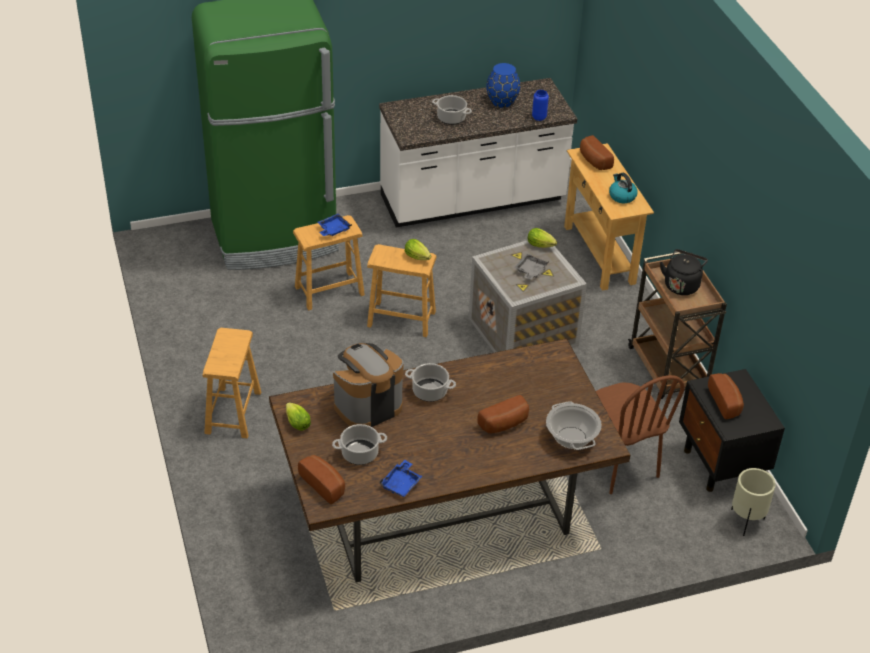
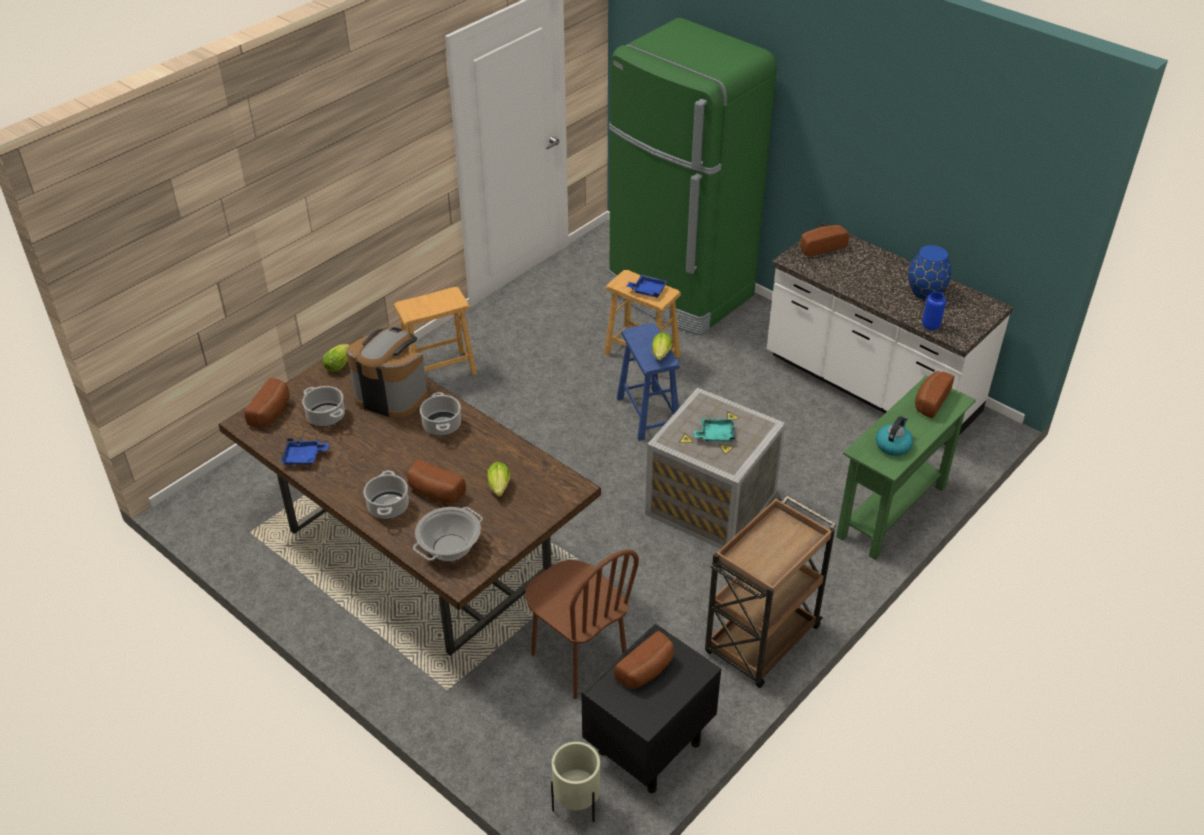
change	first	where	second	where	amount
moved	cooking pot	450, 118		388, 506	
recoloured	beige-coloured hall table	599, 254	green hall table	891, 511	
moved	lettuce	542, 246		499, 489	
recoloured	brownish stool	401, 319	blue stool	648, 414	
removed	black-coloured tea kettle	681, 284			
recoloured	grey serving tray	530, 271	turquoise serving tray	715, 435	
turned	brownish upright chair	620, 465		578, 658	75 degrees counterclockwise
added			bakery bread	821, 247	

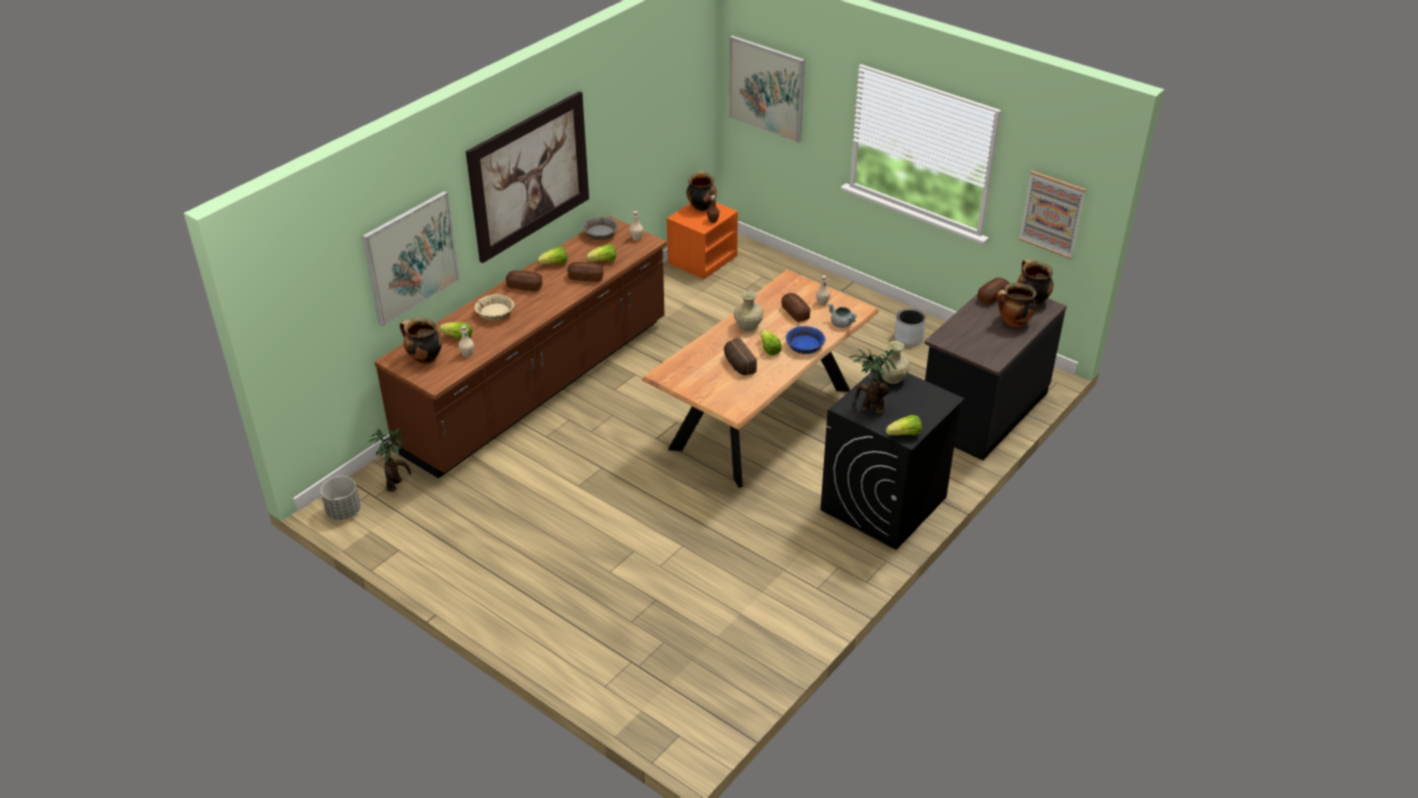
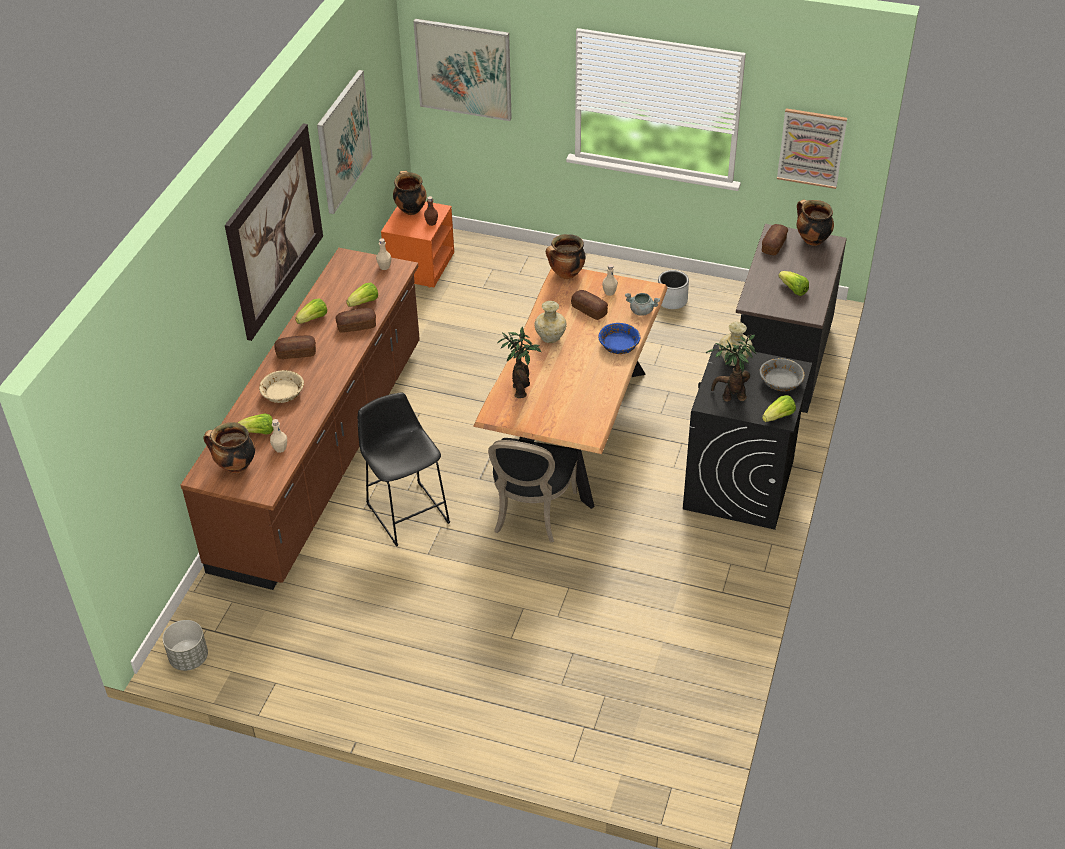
change	first	where	second	where	amount
moved	picture	411, 258		343, 141	
moved	grey deep dish	600, 234		781, 381	
moved	cooking pot	1013, 322		566, 274	
moved	lettuce	769, 349		793, 290	
removed	bakery bread	738, 365			
moved	plant in a pot	396, 483		521, 389	
added			black-coloured stool	406, 510	
added			black-coloured upright chair	531, 513	

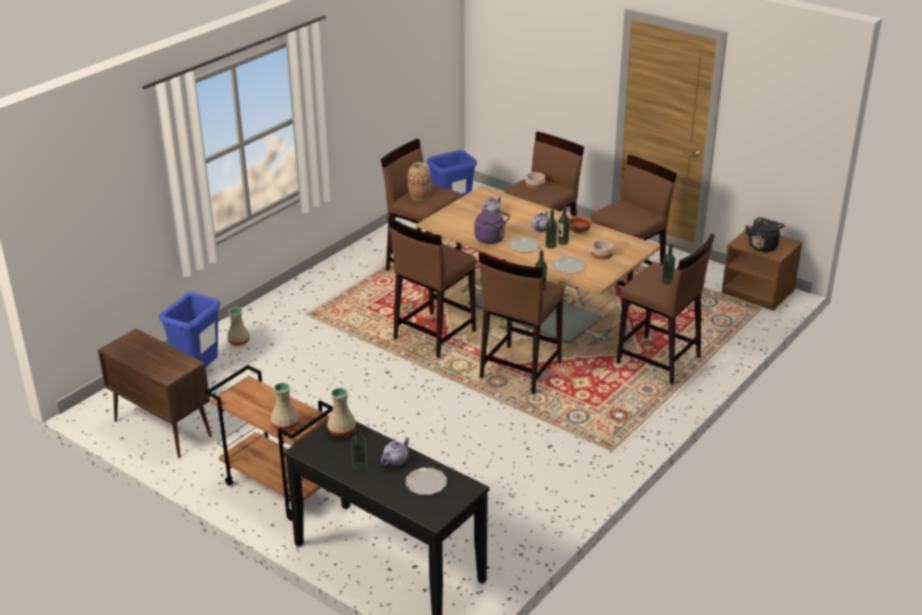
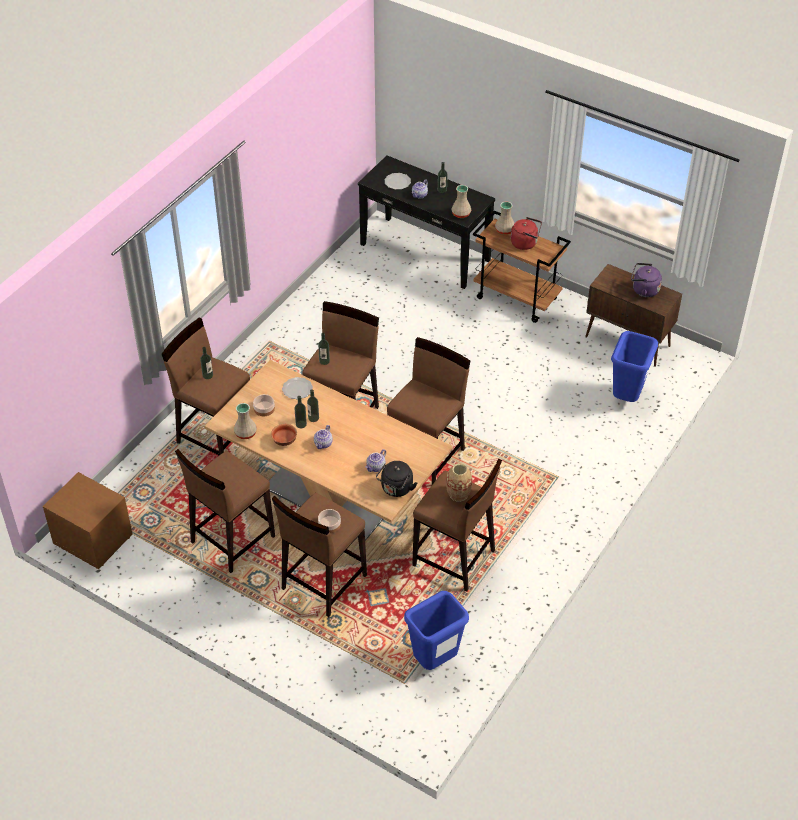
change	first	where	second	where	amount
moved	purplish tea kettle	492, 239		643, 290	
moved	black-coloured tea kettle	763, 246		396, 489	
removed	dinner plate	523, 246			
moved	beige-coloured flower vase	239, 342		245, 433	
added			reddish tea kettle	525, 243	

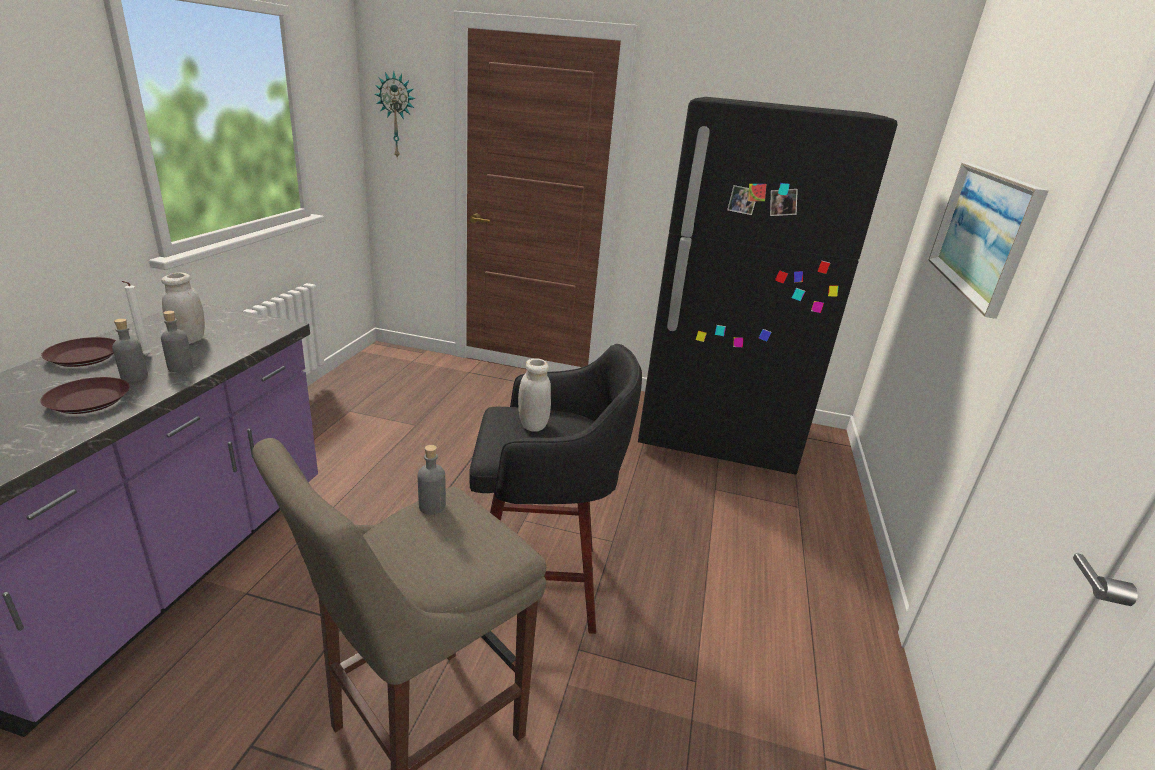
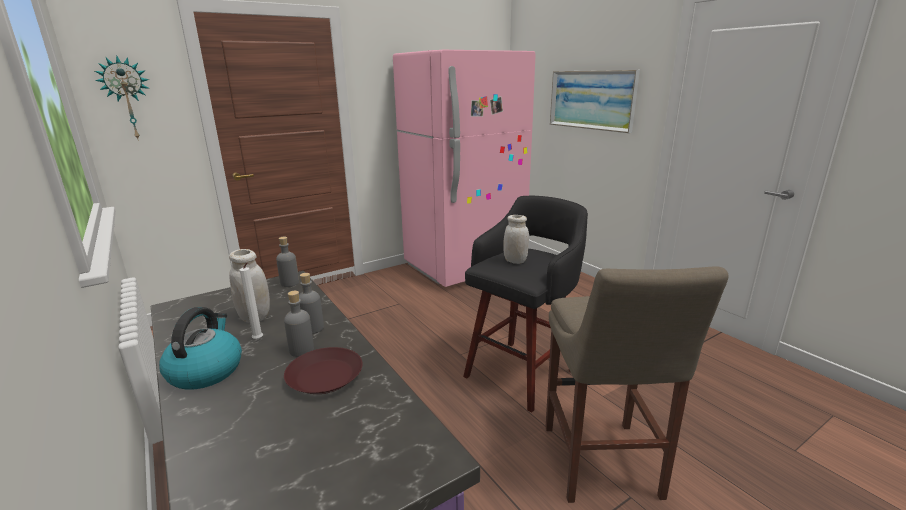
change	first	where	second	where	amount
recoloured	black-coloured fridge	717, 434	pink-coloured fridge	464, 266	
replaced	brownish dinner plate	83, 357	tea kettle	206, 370	
moved	grey beverage bottle	432, 506		290, 283	

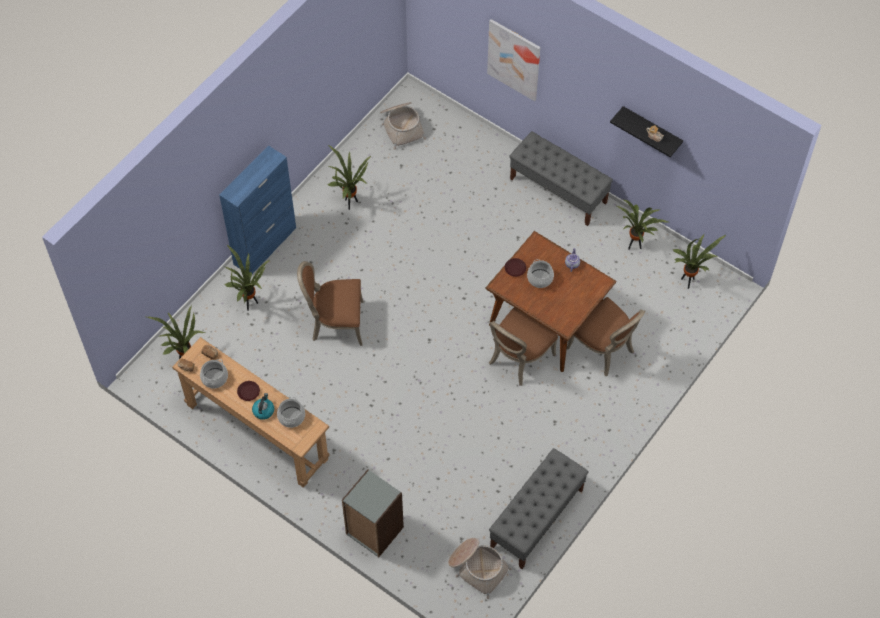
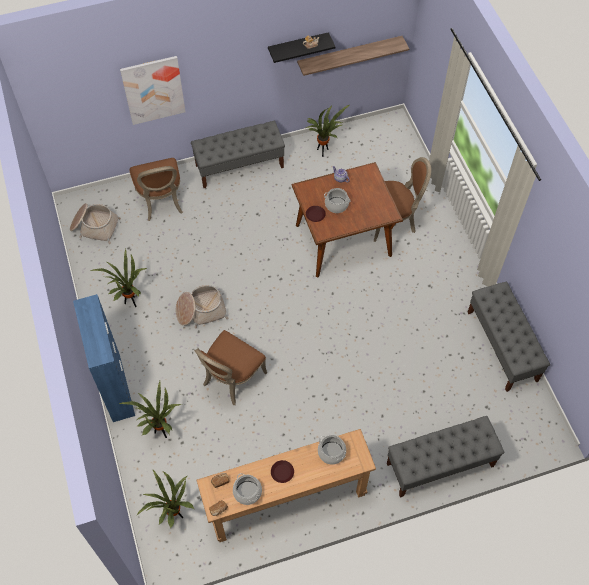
change	first	where	second	where	amount
removed	plant in a pot	688, 282			
moved	brownish upright chair	518, 359		161, 202	
removed	tea kettle	263, 410			
replaced	grey bookcase	374, 531	grey long seat	439, 465	
moved	household basket	477, 568		201, 311	
added			shelf	349, 55	

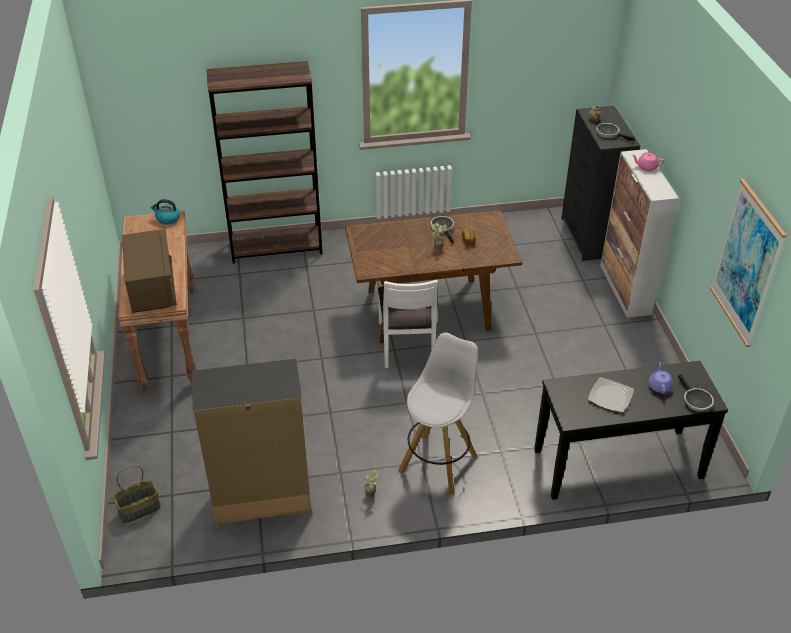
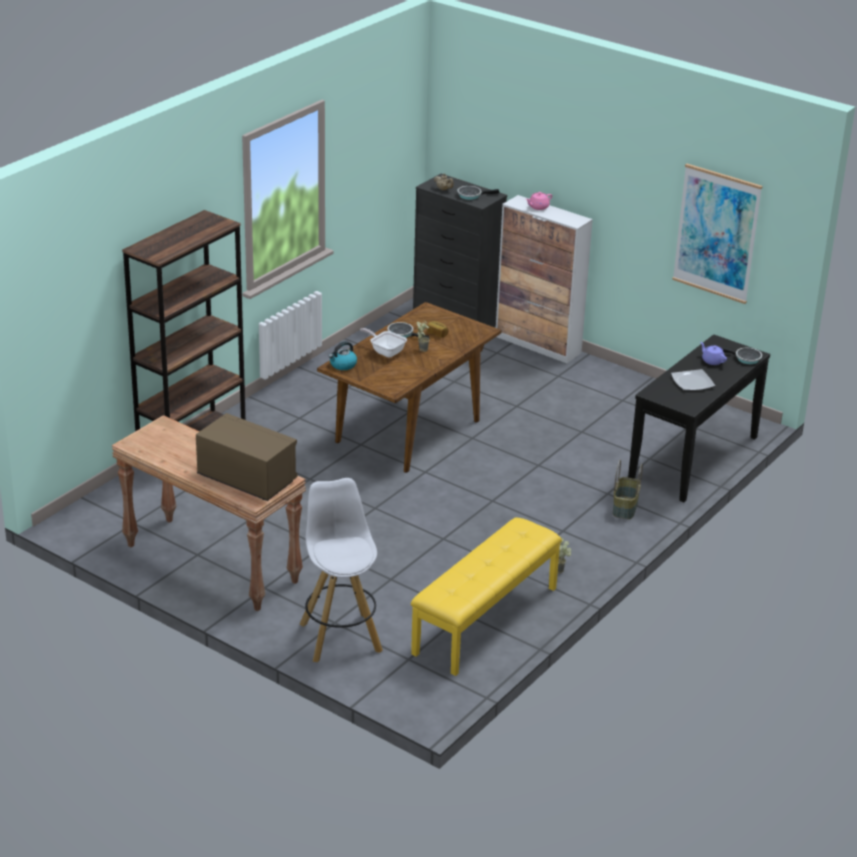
change	first	where	second	where	amount
moved	tea kettle	167, 219		343, 365	
removed	white upright chair	408, 344			
moved	white stool	438, 462		340, 636	
replaced	black-coloured drawer chest	261, 501	yellow-coloured long seat	486, 621	
moved	household basket	139, 510		625, 508	
added			pan	385, 351	

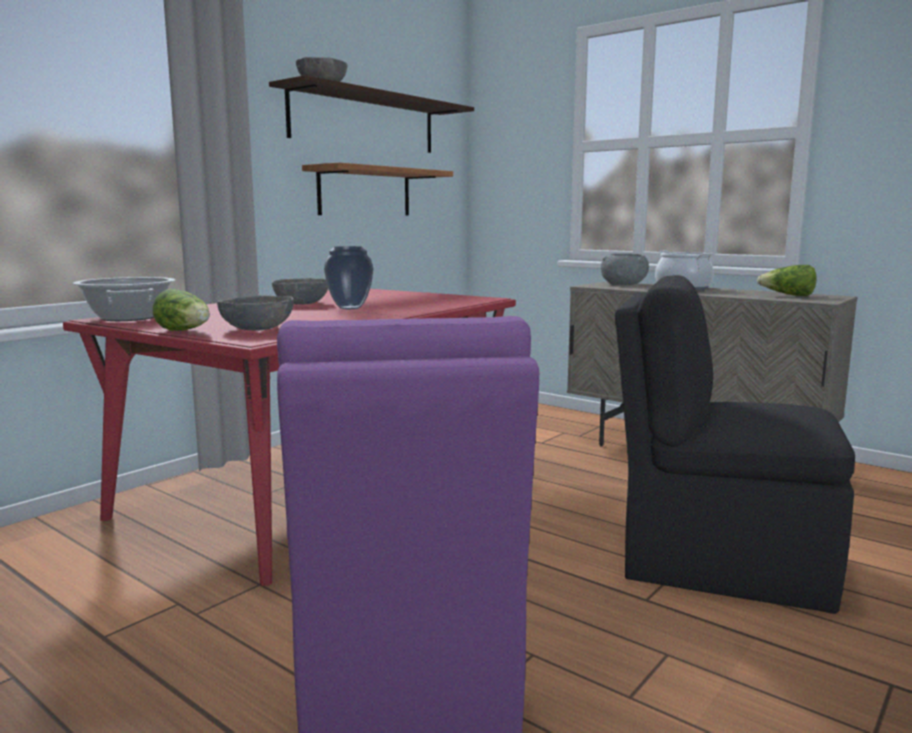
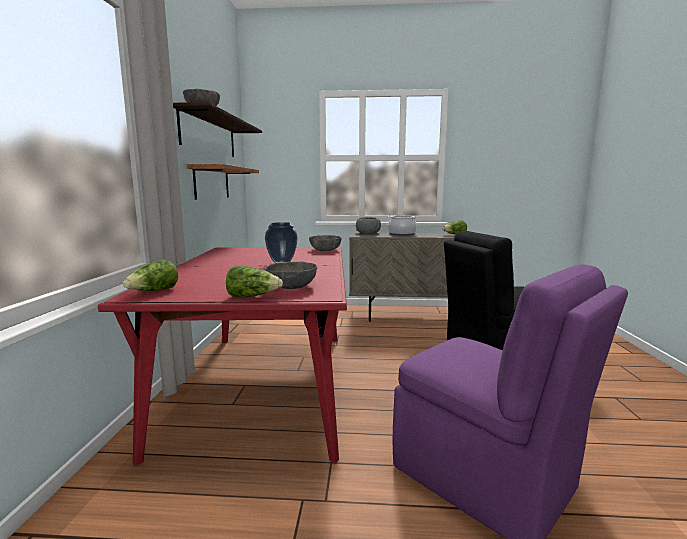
change	first	where	second	where	amount
replaced	cooking pot	129, 318	lettuce	154, 292	
moved	grey deep dish	302, 303		325, 250	

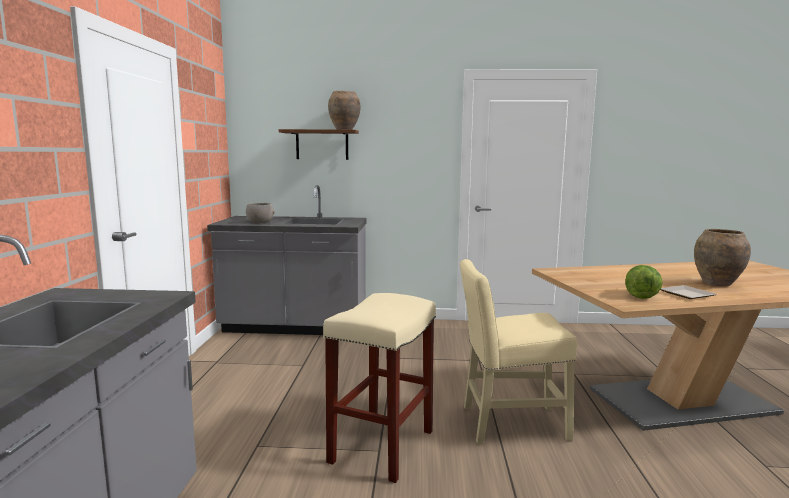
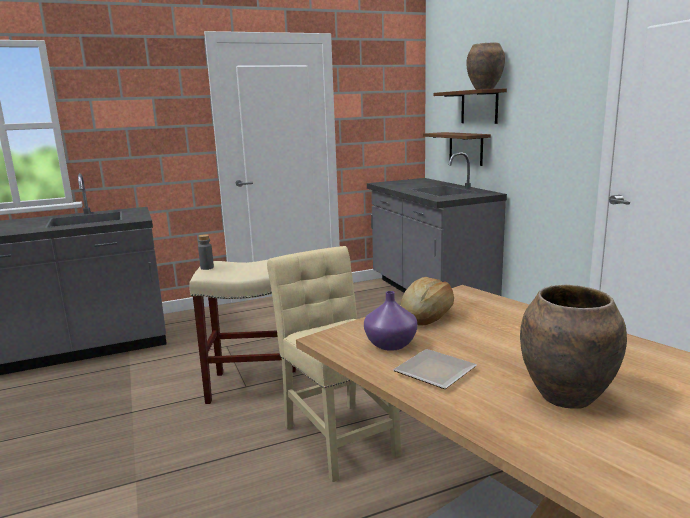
change	first	where	second	where	amount
removed	grey deep dish	260, 222			
replaced	lettuce	640, 295	purplish flower vase	389, 344	
added			brownish shelf	466, 148	
added			grey beverage bottle	207, 268	
added			bakery bread	426, 316	

